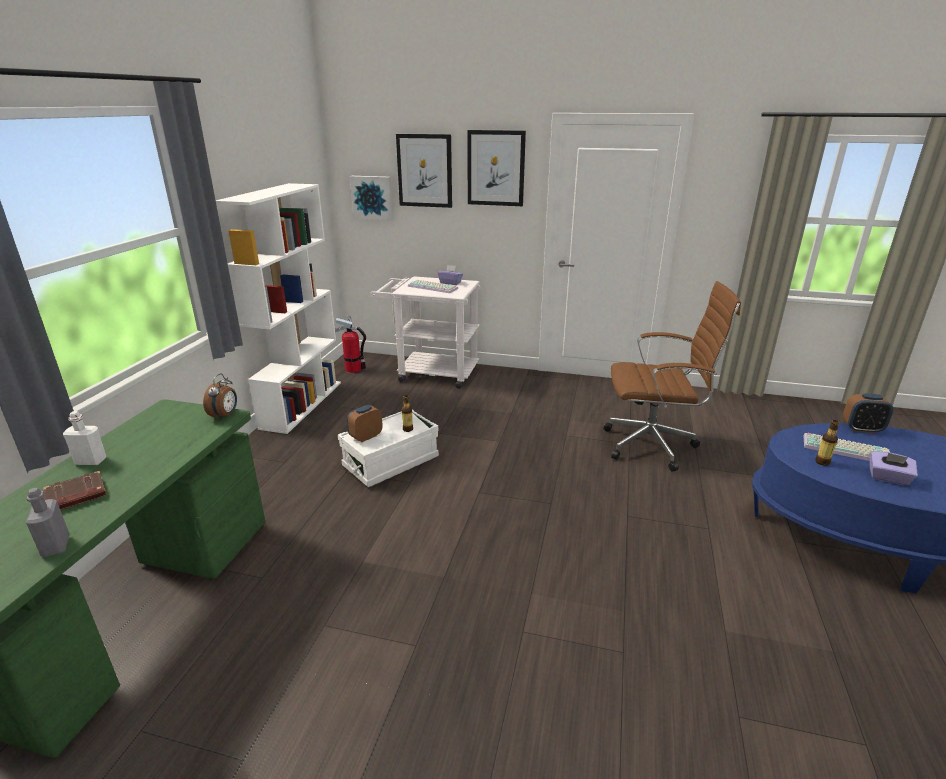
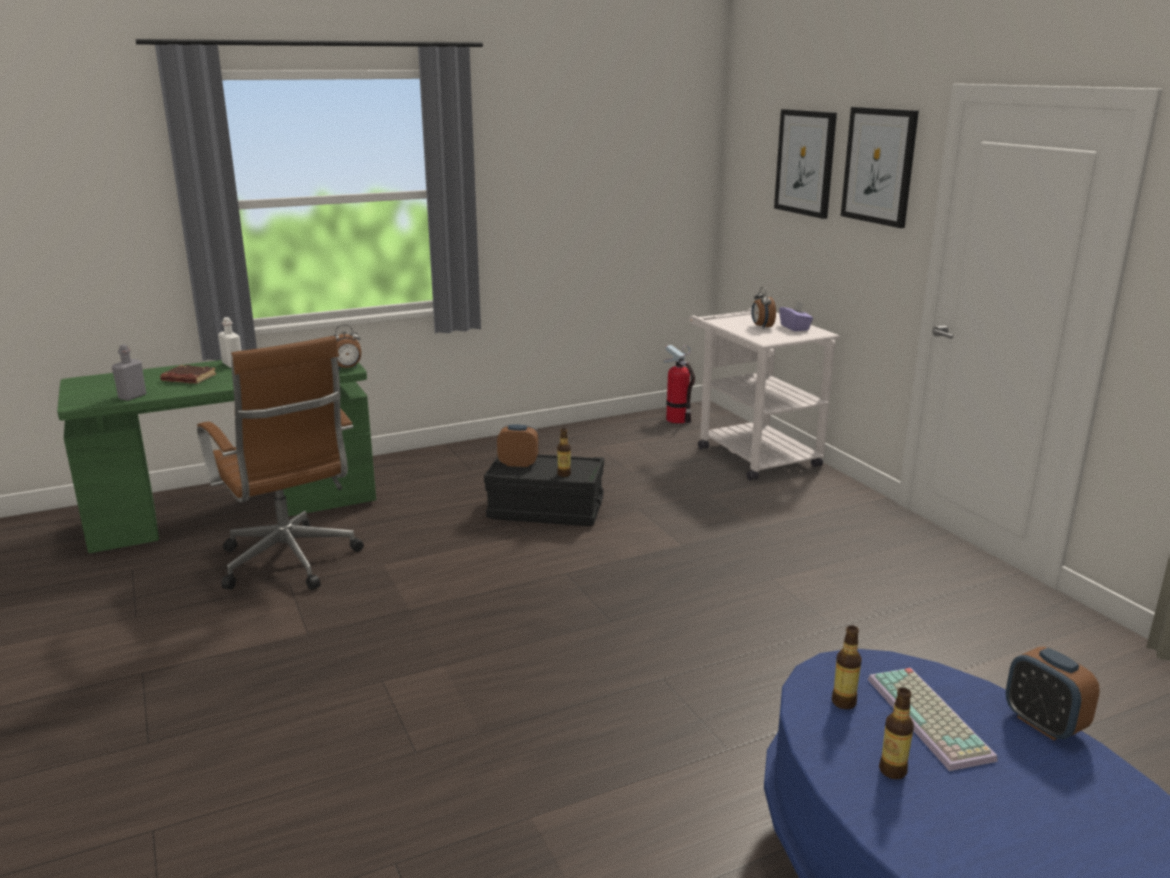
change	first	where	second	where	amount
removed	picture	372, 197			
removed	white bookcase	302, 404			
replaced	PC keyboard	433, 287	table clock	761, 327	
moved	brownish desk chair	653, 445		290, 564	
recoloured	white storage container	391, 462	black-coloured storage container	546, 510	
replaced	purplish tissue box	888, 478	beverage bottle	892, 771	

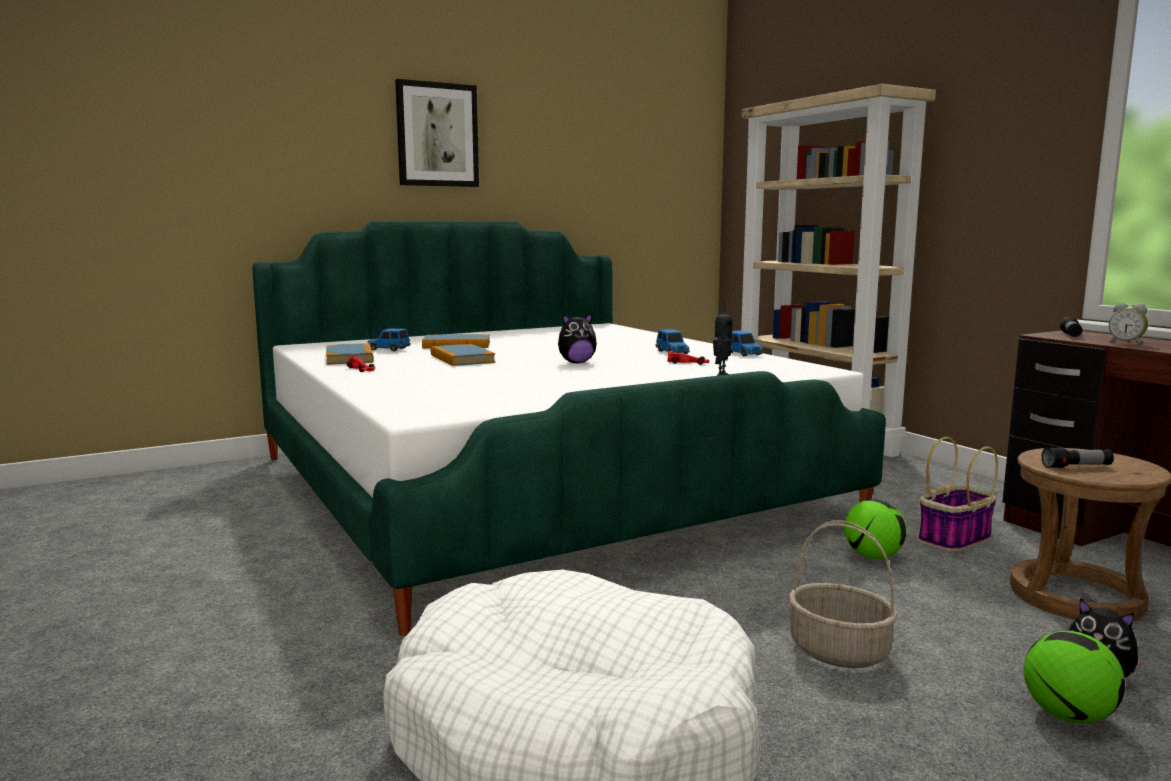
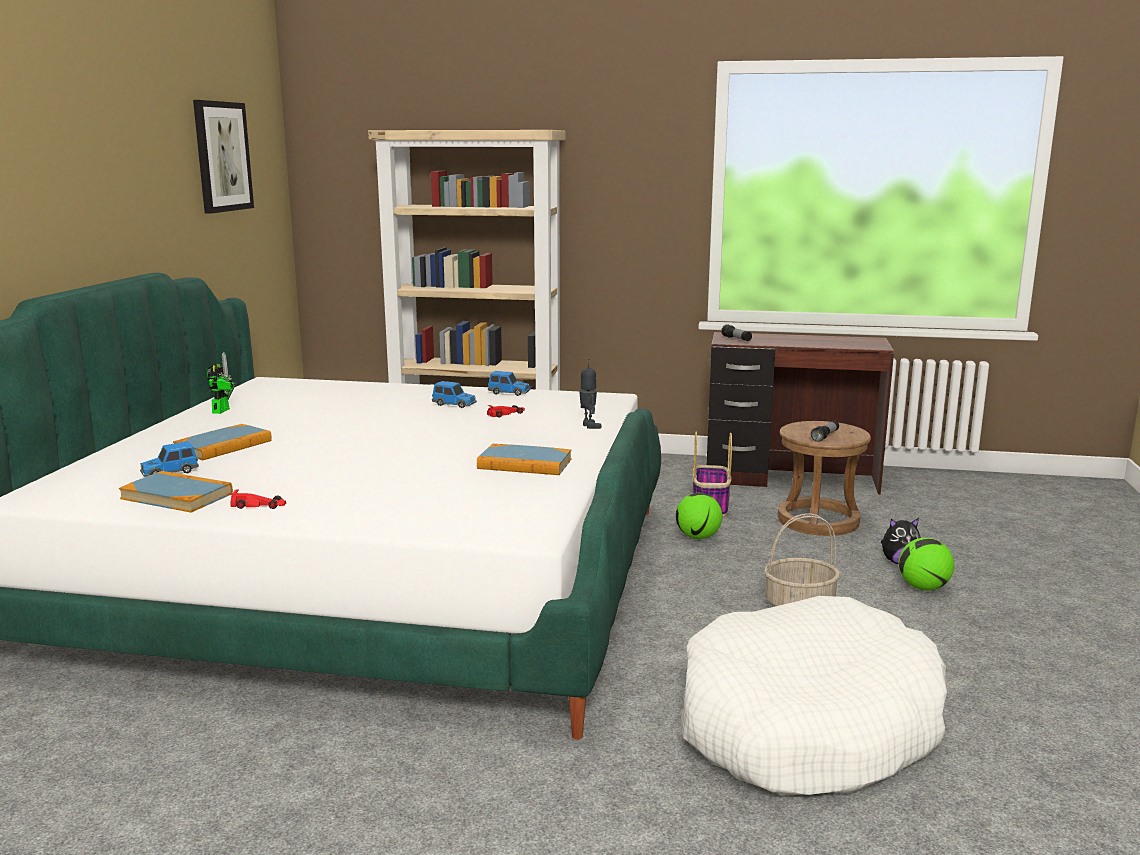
change	first	where	second	where	amount
moved	picture	437, 135		222, 156	
removed	table clock	1126, 343			
removed	cuddly toy	576, 362			
moved	book	462, 359		524, 464	
added			toy robot	222, 410	

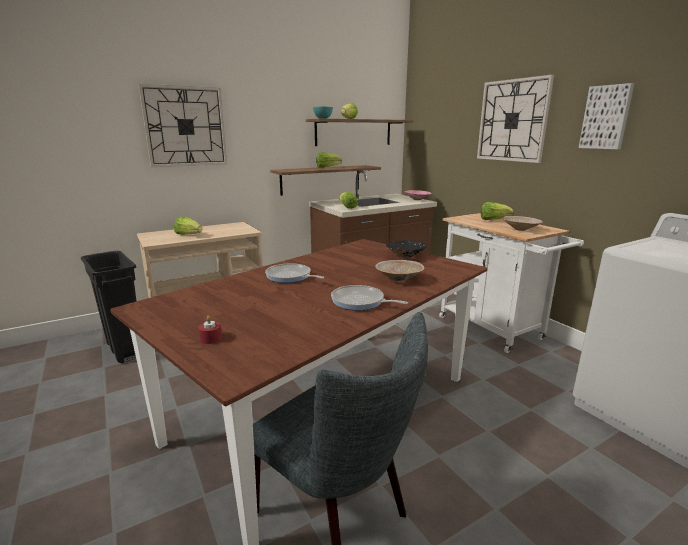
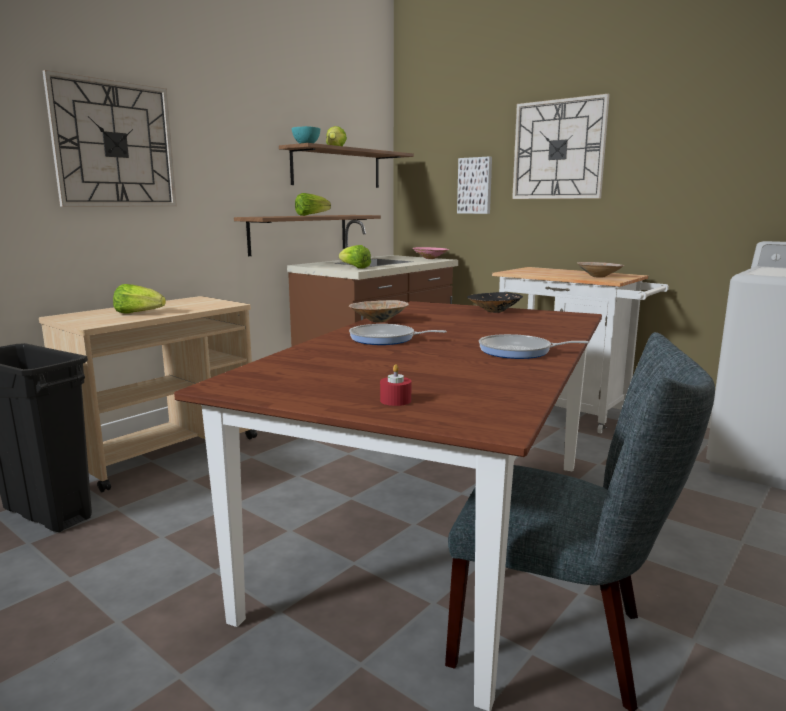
change	first	where	second	where	amount
moved	picture	606, 117		475, 185	
removed	lettuce	493, 220			
moved	beige-coloured deep dish	398, 279		377, 321	

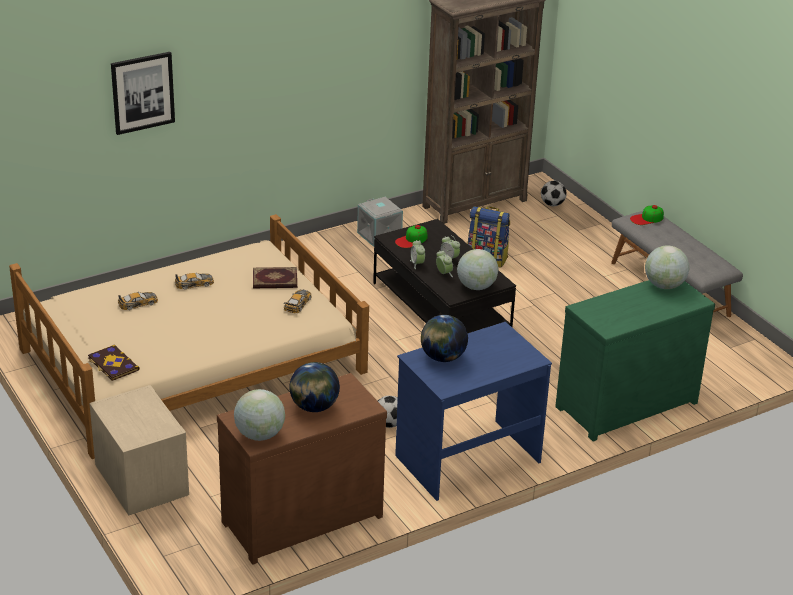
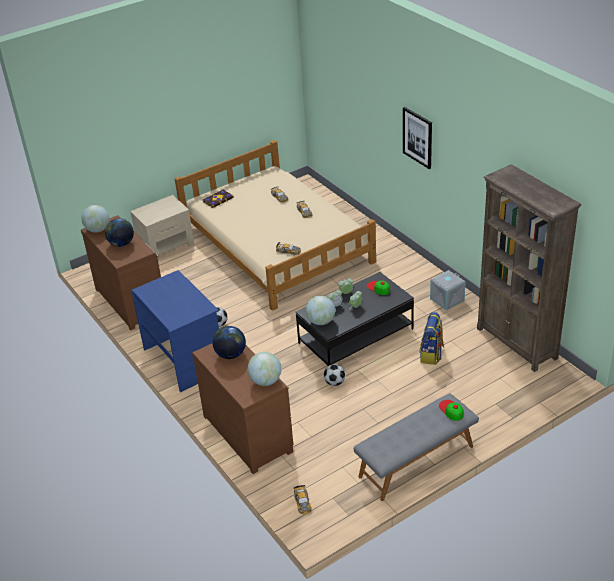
change	first	where	second	where	amount
moved	picture	142, 92		417, 137	
moved	football ball	552, 204		335, 383	
removed	book	275, 280			
recoloured	green drawer chest	623, 403	brownish drawer chest	249, 432	
moved	desk globe	442, 357		230, 354	
added			toy car	302, 502	

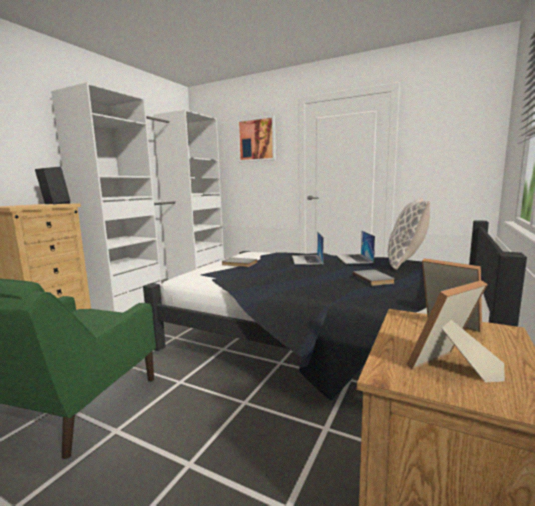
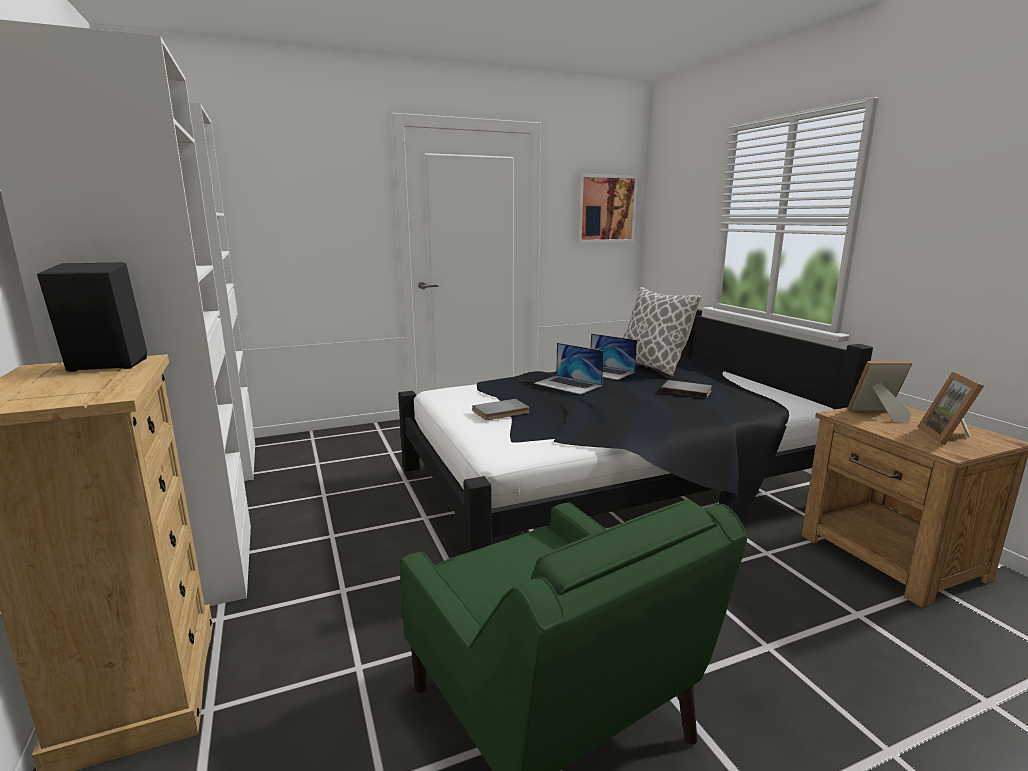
change	first	where	second	where	amount
moved	picture	256, 139		606, 209	

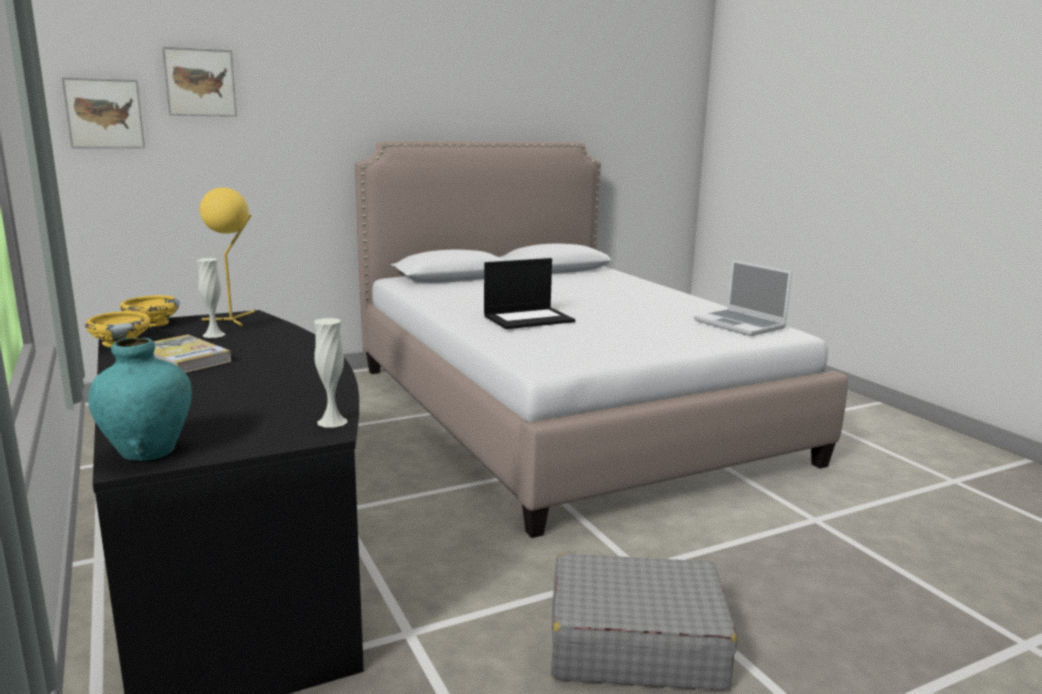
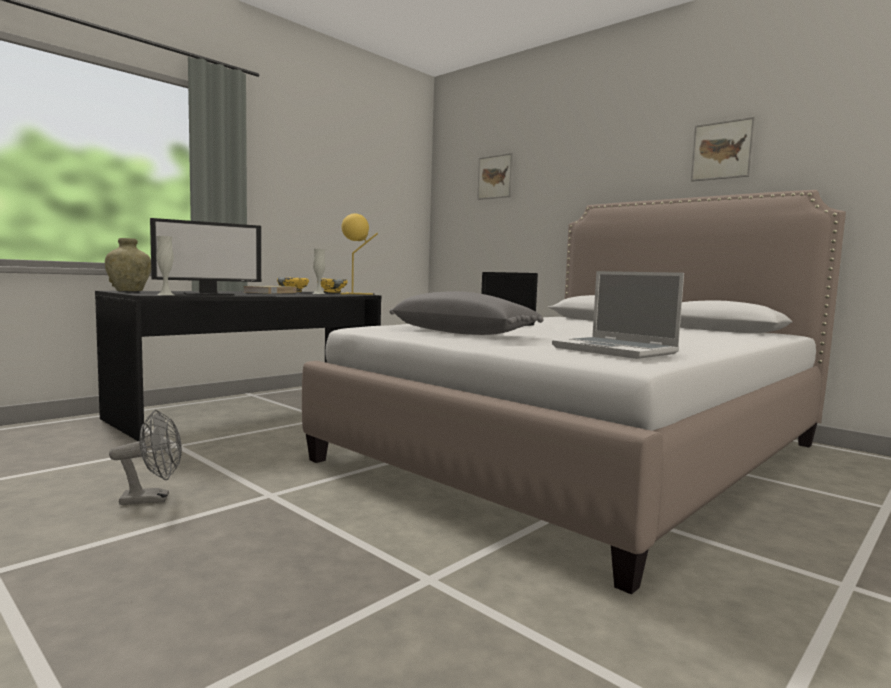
change	first	where	second	where	amount
moved	picture	104, 113		722, 150	
turned	notebook computer	740, 324		616, 350	75 degrees counterclockwise
recoloured	turquoise flower vase	148, 451	beige-coloured flower vase	129, 291	
replaced	grey piece of luggage	634, 643	grey cooling fan	153, 499	
added			computer display	209, 294	
added			grey pillow	464, 333	

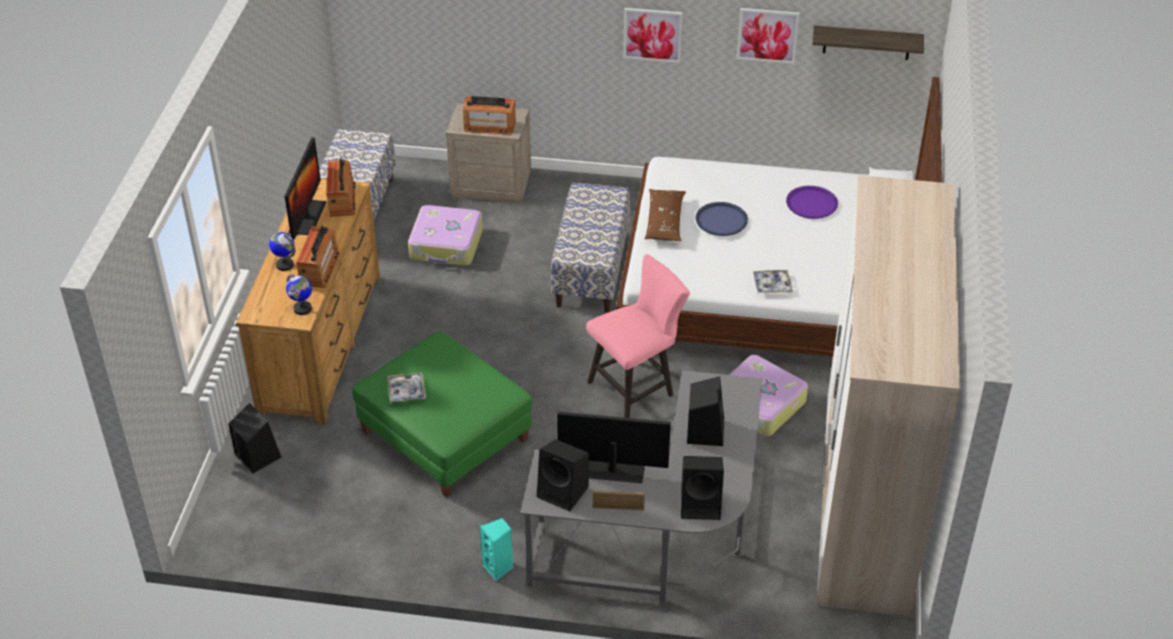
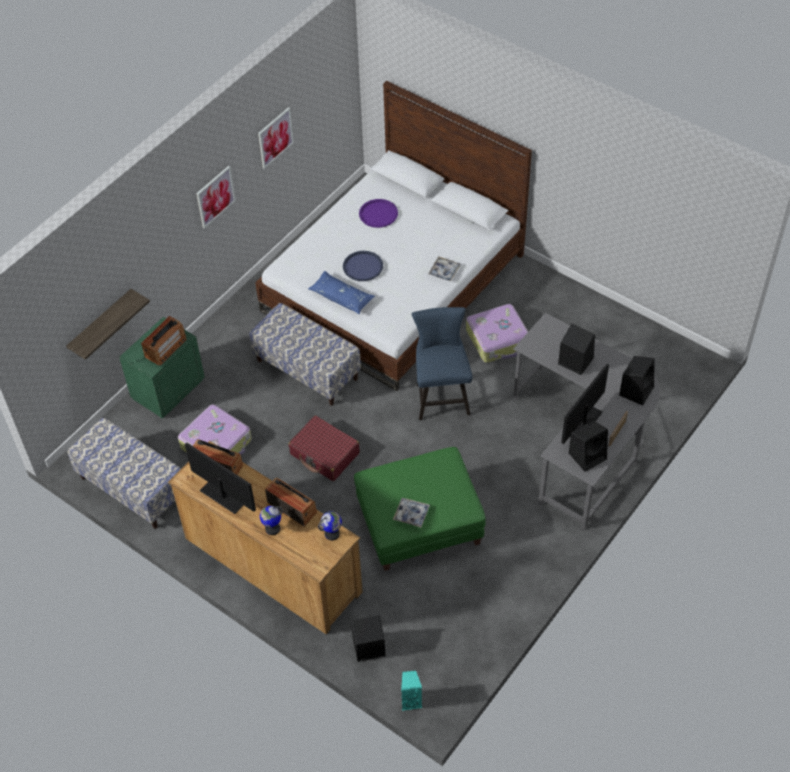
change	first	where	second	where	amount
moved	shelf	866, 42		101, 325	
recoloured	beige-coloured bedside table	491, 185	green bedside table	167, 389	
removed	clothes cupboard	864, 502			
recoloured	brownish pillow	664, 222	blue pillow	341, 297	
recoloured	pink-coloured upright chair	636, 387	blue upright chair	441, 395	
moved	turquoise speaker	498, 568		411, 701	
added			reddish piece of luggage	325, 454	

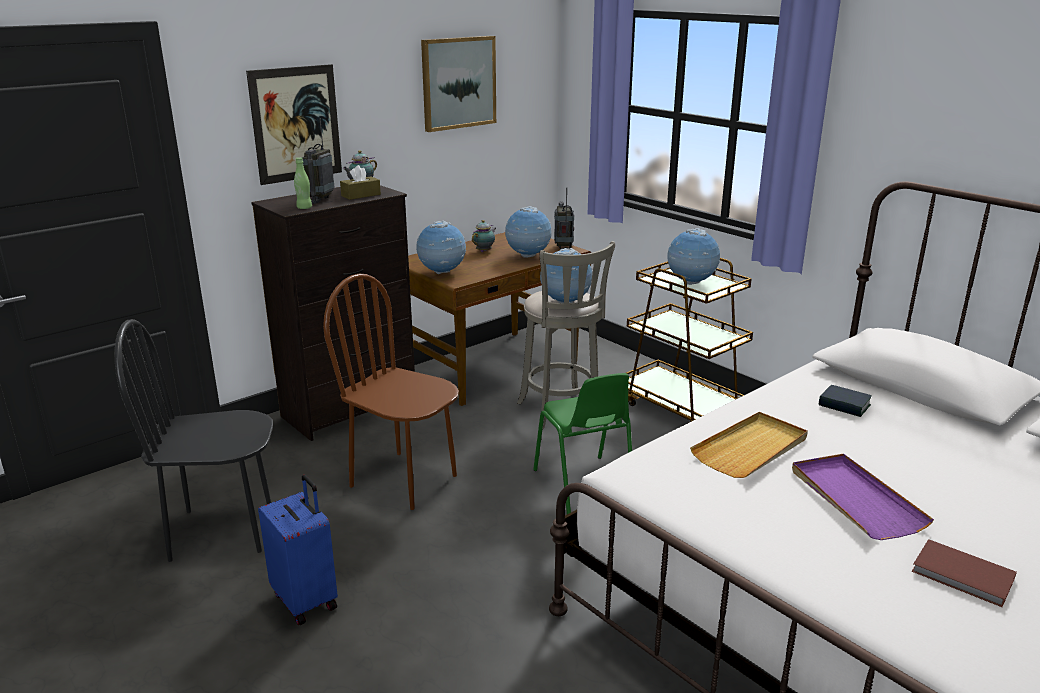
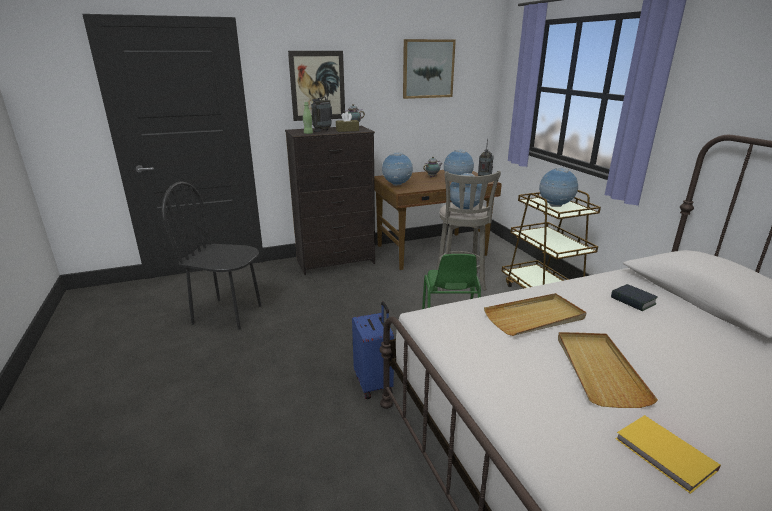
change	first	where	second	where	amount
removed	brownish upright chair	404, 480			
recoloured	purplish serving tray	855, 499	beige-coloured serving tray	598, 370	
moved	blue piece of luggage	306, 600		374, 383	
recoloured	brownish book	963, 576	yellow-coloured book	664, 455	

